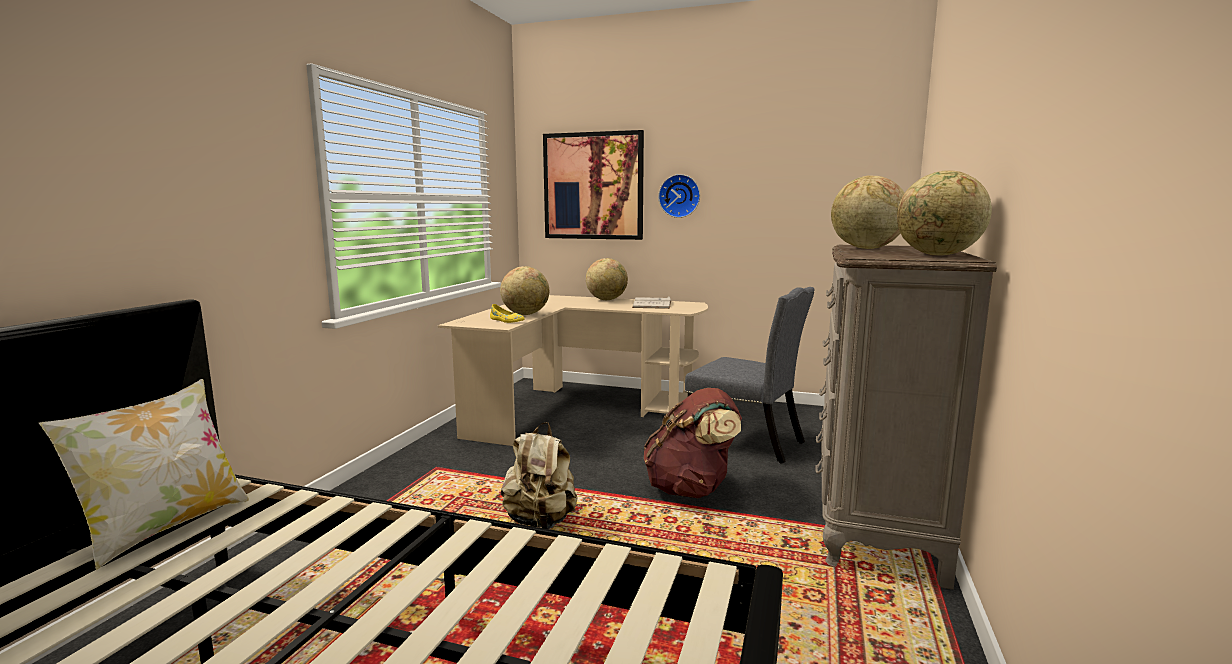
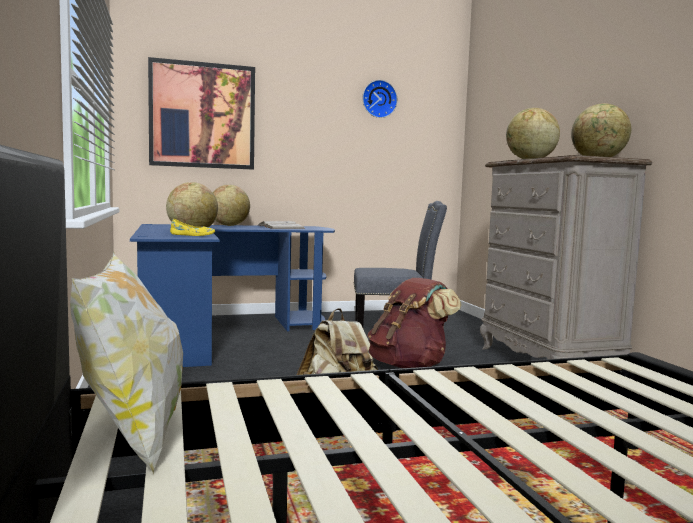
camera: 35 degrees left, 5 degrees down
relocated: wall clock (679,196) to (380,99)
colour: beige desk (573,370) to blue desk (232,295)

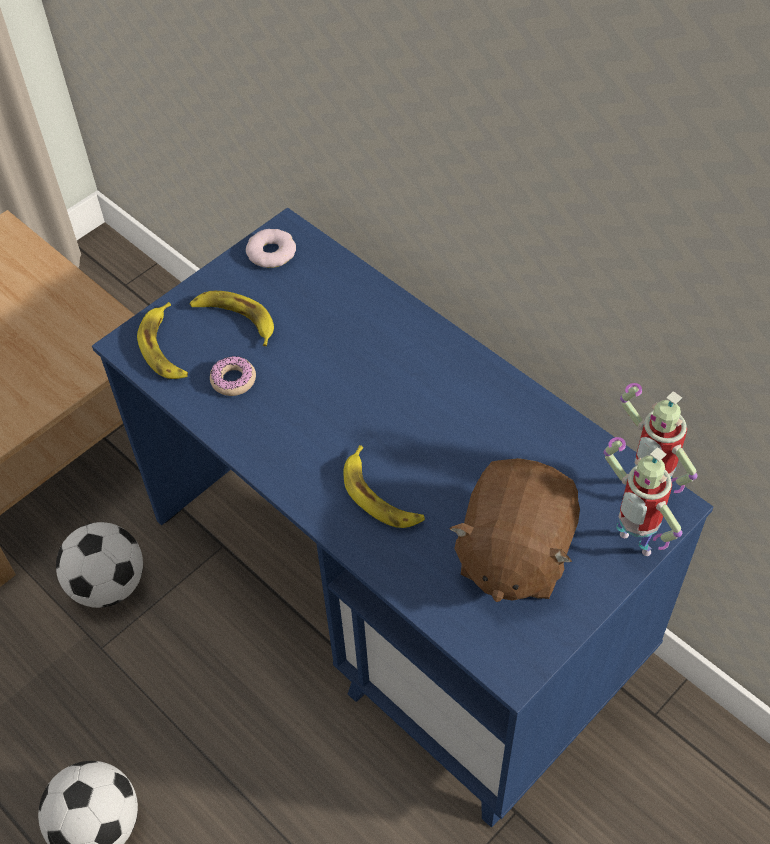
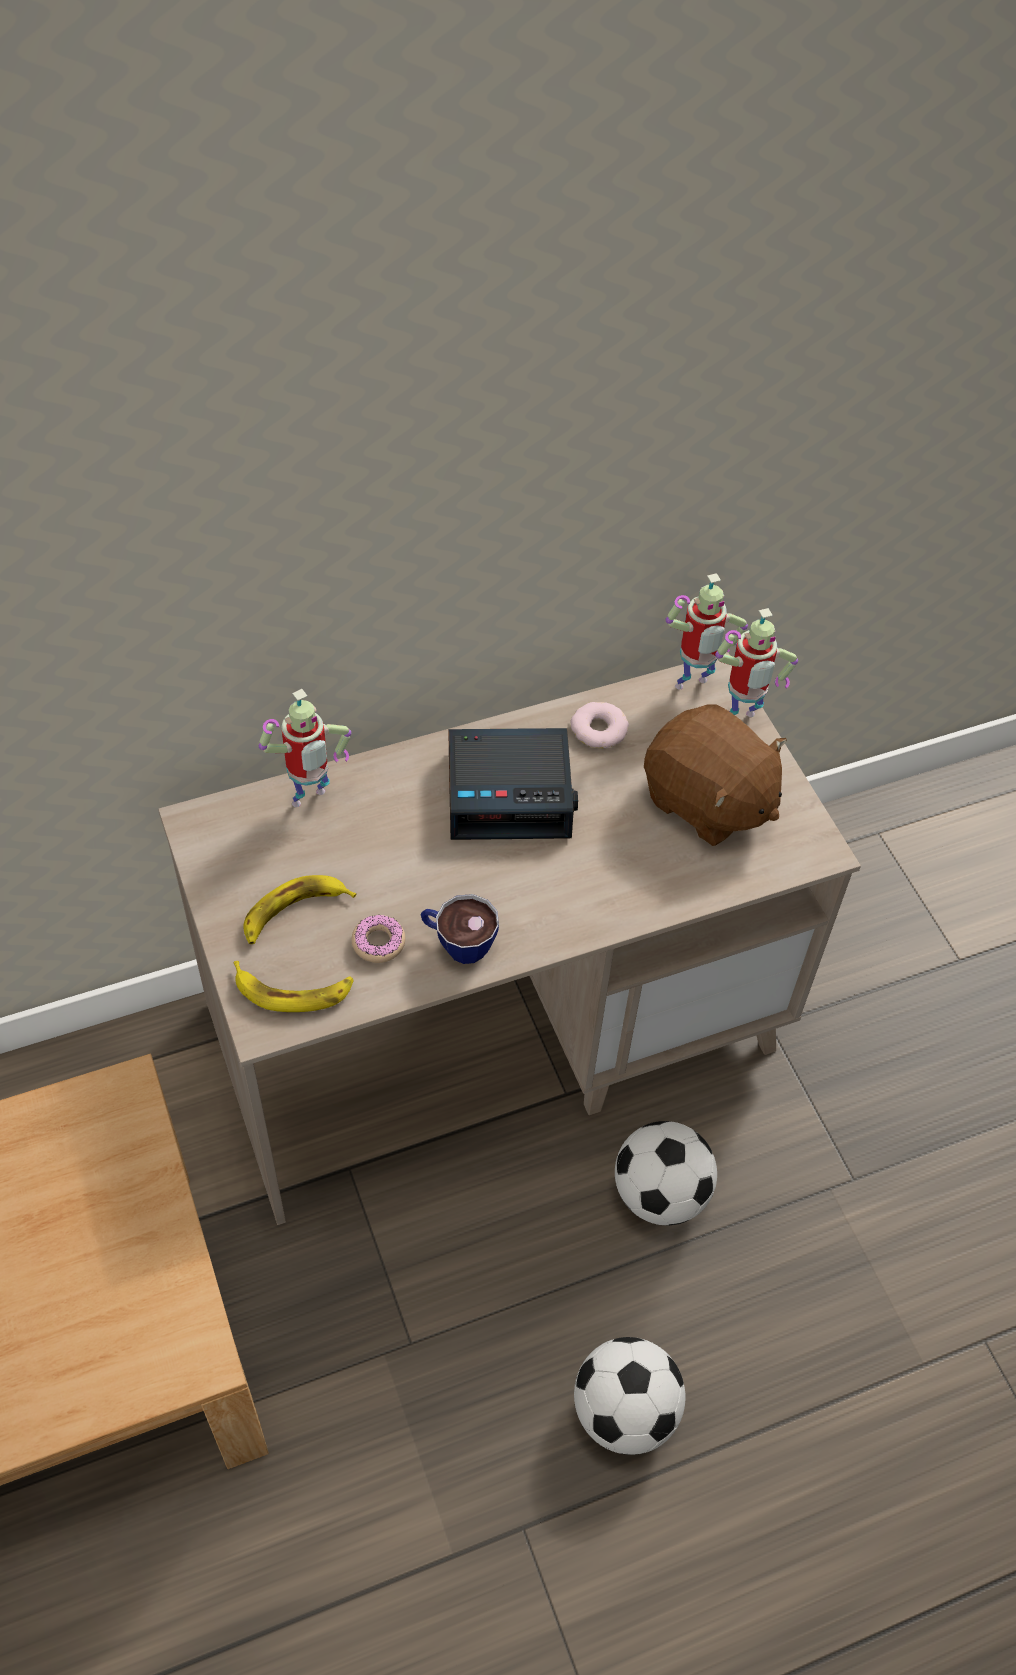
camera: 70 degrees left, 0 degrees up
missing: banana (384,486)
appeared: toy robot (305,748); cup (460,929); alarm clock (513,784)
relocated: football (99,565) to (666,1173); donut (271,248) to (599,725)
colour: blue desk (402,517) to beige desk (509,938)

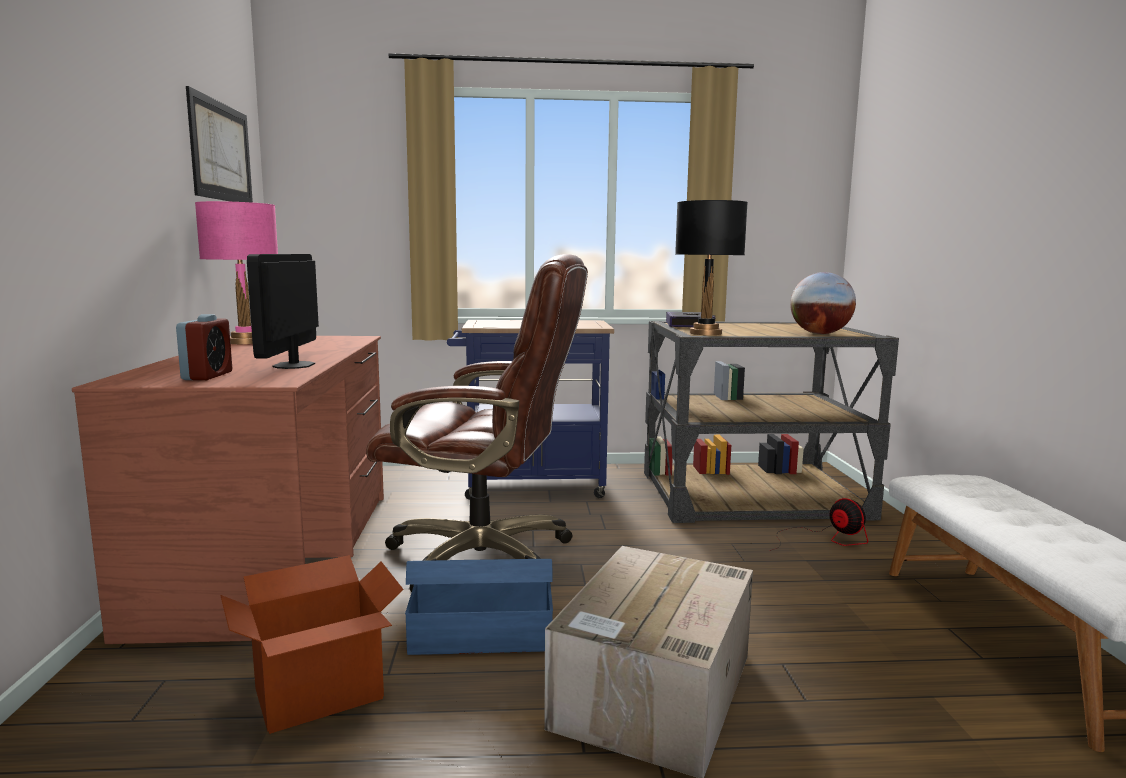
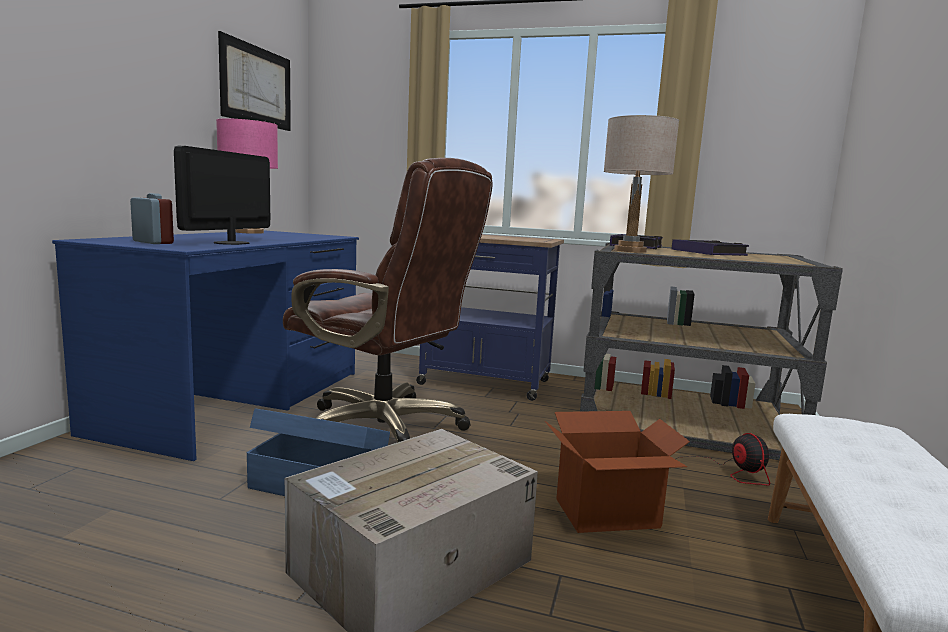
camera: 20 degrees right, 0 degrees up
missing: globe (823,303)
appeared: book (710,247)
relocated: cardboard box (312,644) to (617,472)
colour: brown desk (228,490) to blue desk (205,345); black table lamp (711,267) to beige table lamp (641,184)
spun: alarm clock (204,347) = (152,218) 75 degrees counterclockwise

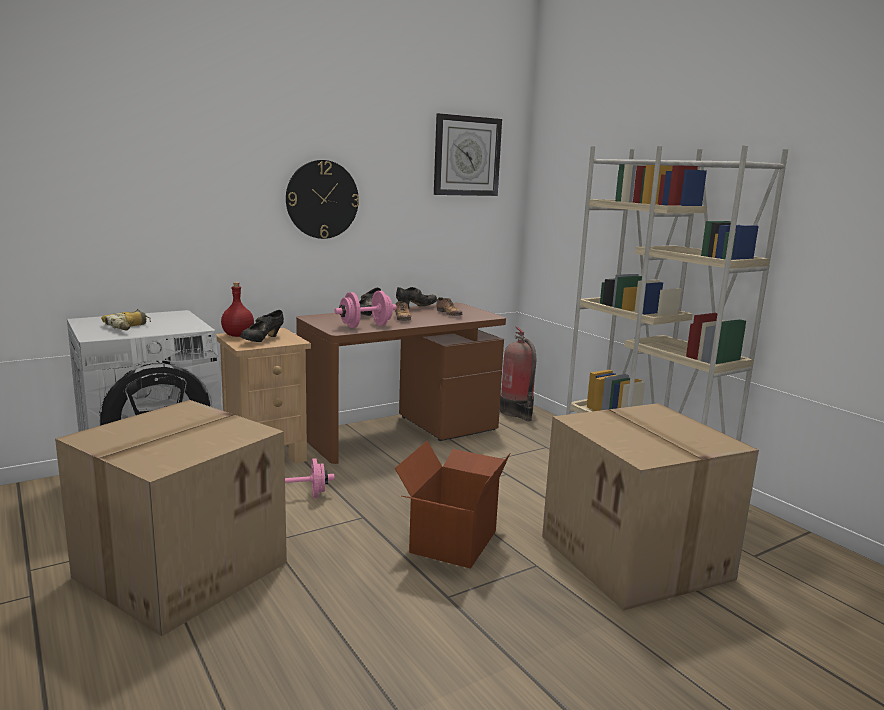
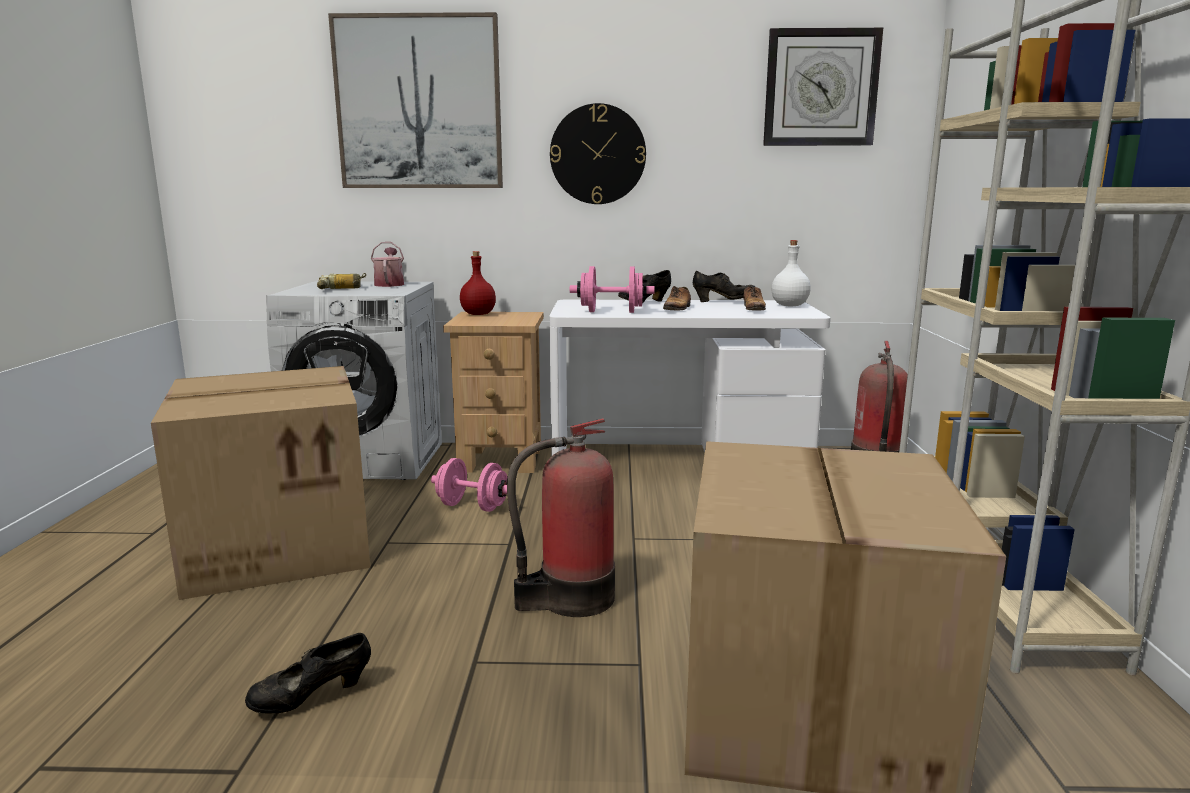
camera: 35 degrees right, 0 degrees up
appeared: picture (415,100); watering can (387,264); white bottle (791,273)
relocated: black shoe (262,326) to (308,673)
exchanged: cardboard box (452,504) to fire extinguisher (561,517)
colour: brown desk (401,383) to white desk (690,377)

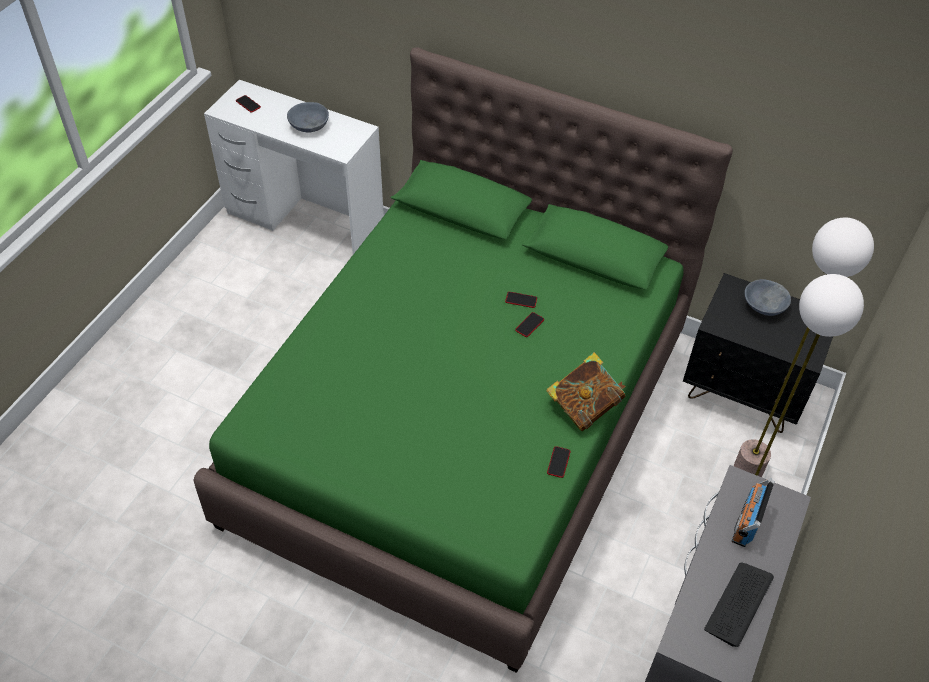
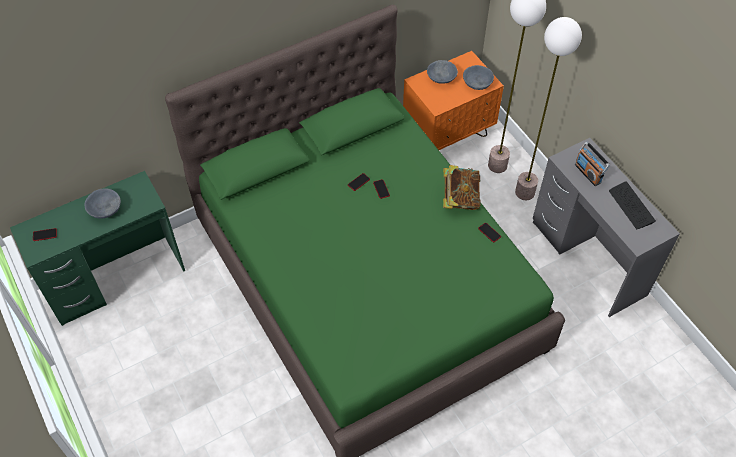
camera: 55 degrees left, 5 degrees up
appeared: grey bowl (478,77)
colour: white desk (294,166) to green desk (97,248); black nightstand (758,353) to orange nightstand (453,100)

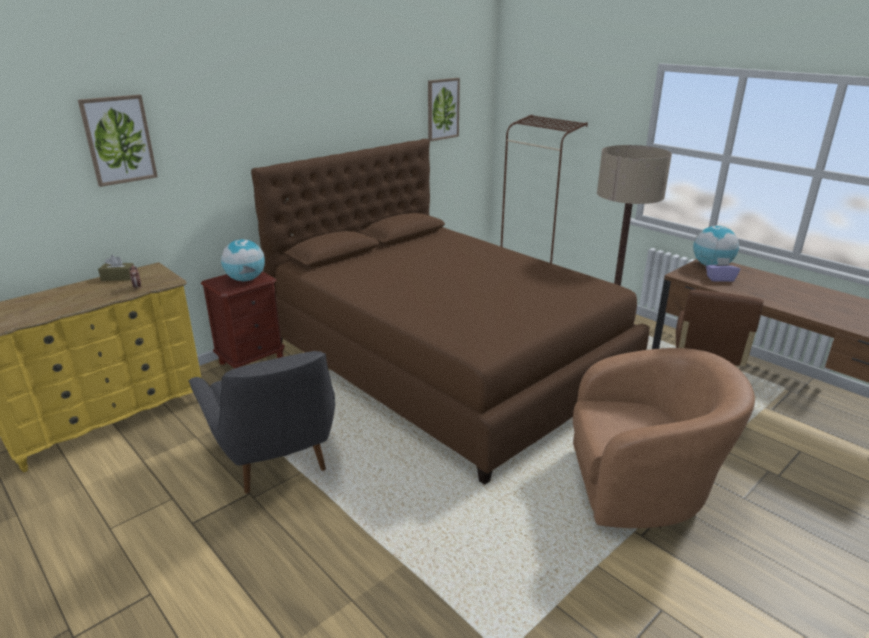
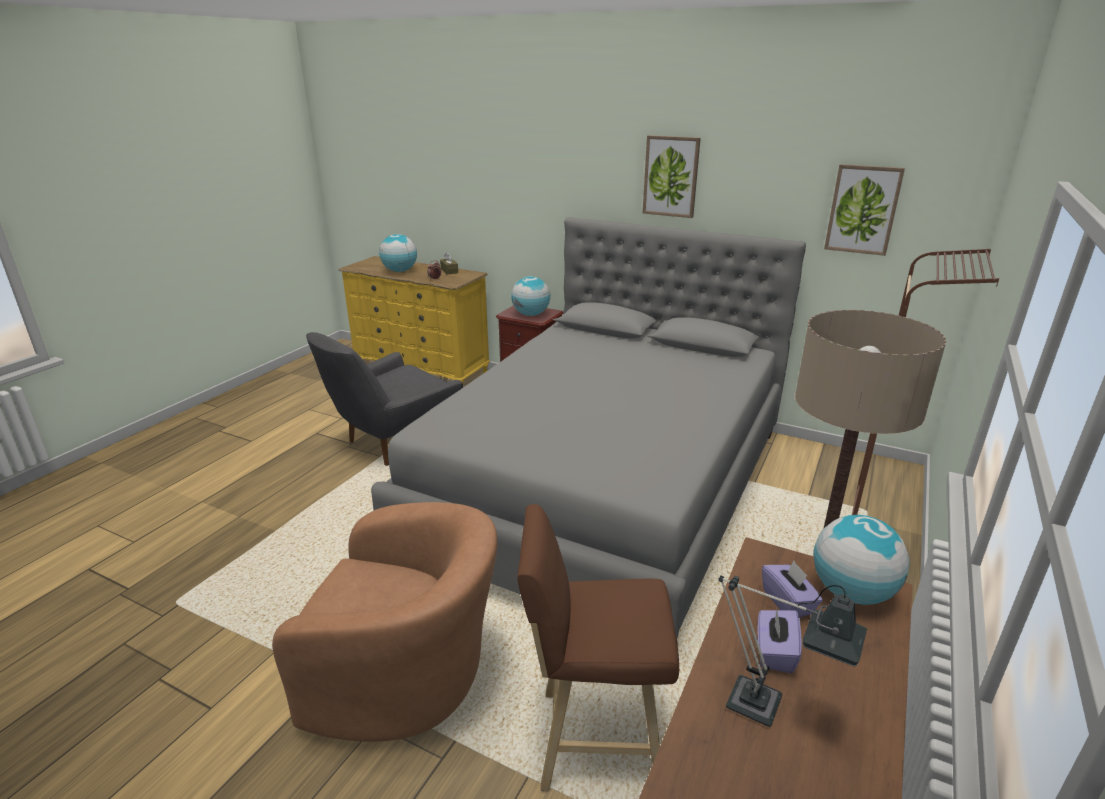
camera: 70 degrees right, 0 degrees up
appeared: globe (398,253); table lamp (792,651); purple tissue box (780,640)
relocated: picture (118,141) to (672,176)
colour: brown bed (450,312) to grey bed (588,427)
spun: brown armchair (664,438) = (384,622) 60 degrees counterclockwise

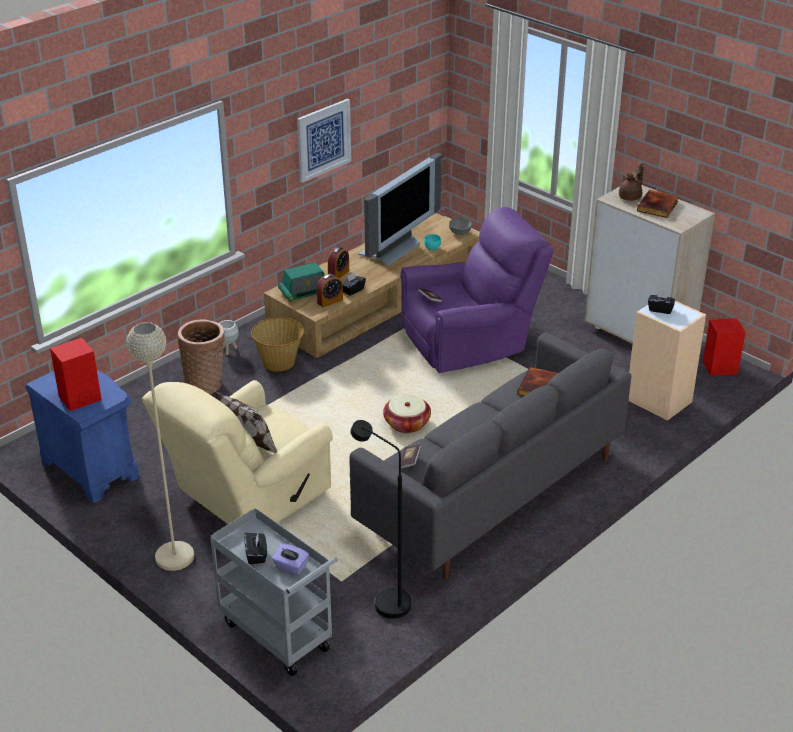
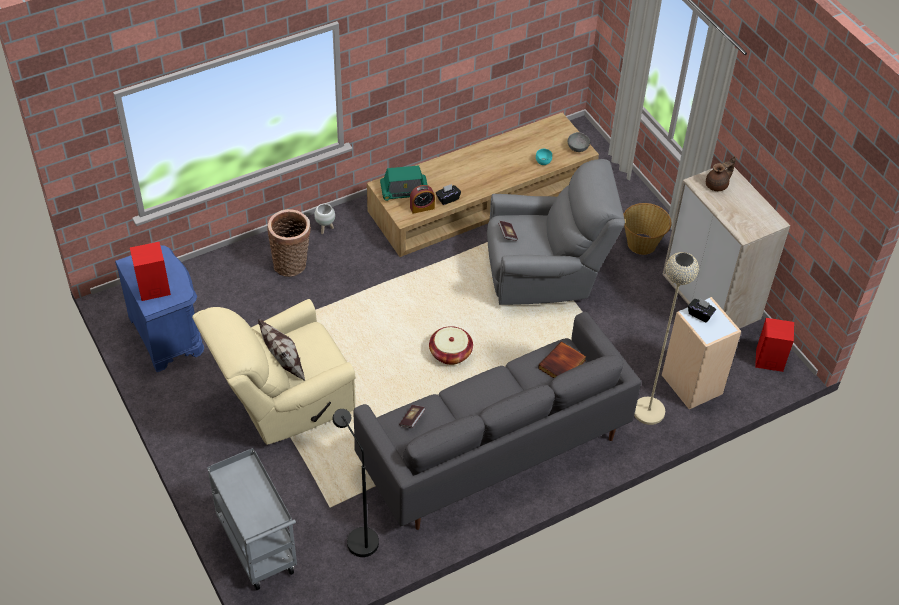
camera: 15 degrees right, 15 degrees up
missing: black tissue box (255,548); purple tissue box (290,559); picture (324,141); alarm clock (338,263); television (400,209); book (658,204)
relocated: beige floor lamp (160,446) to (666,338); basket (277,344) to (647,229)
colour: purple armchair (476,290) to grey armchair (556,232)

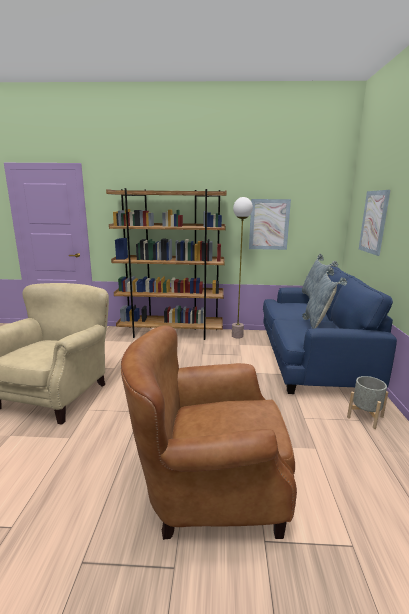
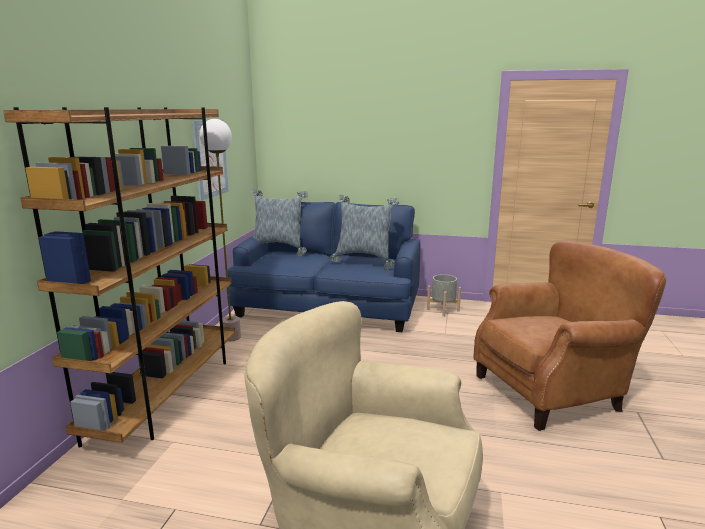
camera: 80 degrees left, 0 degrees up
missing: picture (374,223)
spun: brown armchair (209,432) = (570,336) 120 degrees counterclockwise

